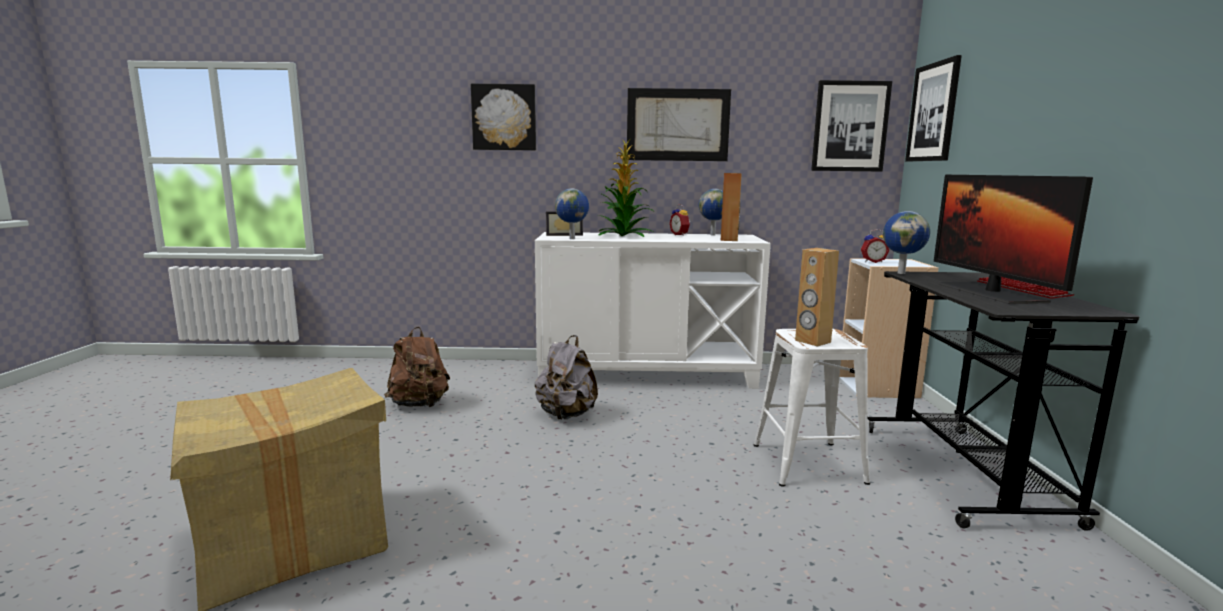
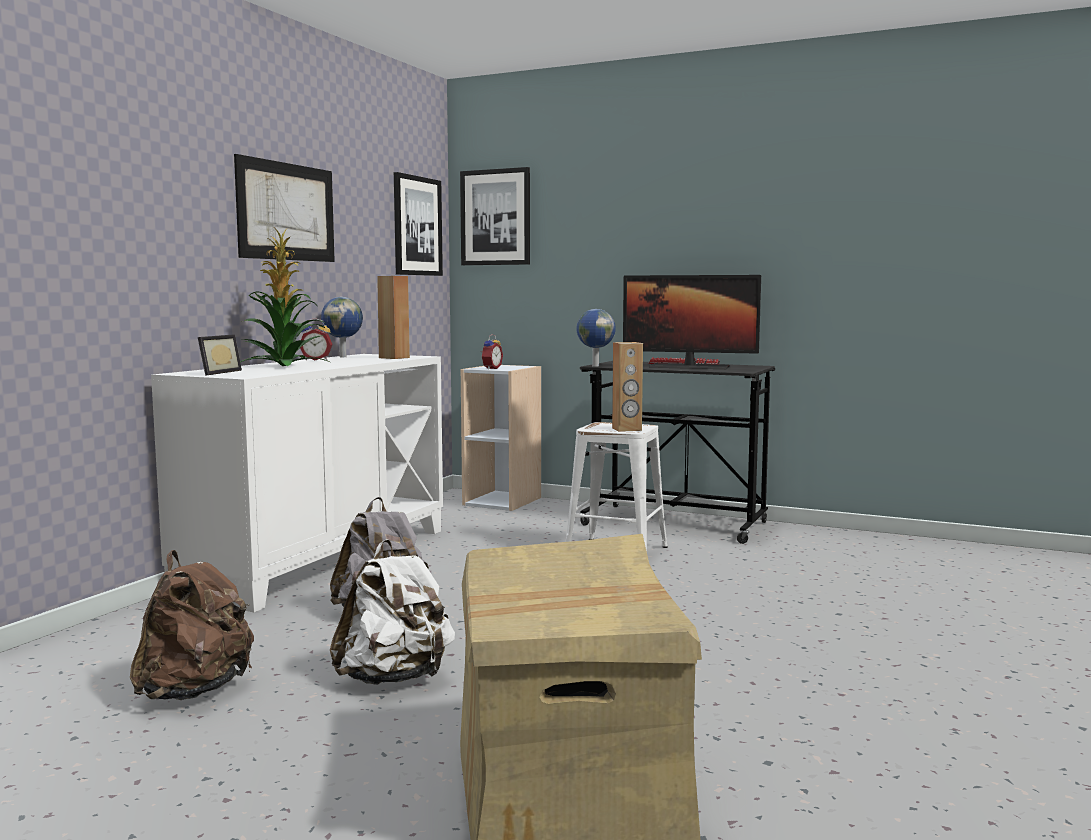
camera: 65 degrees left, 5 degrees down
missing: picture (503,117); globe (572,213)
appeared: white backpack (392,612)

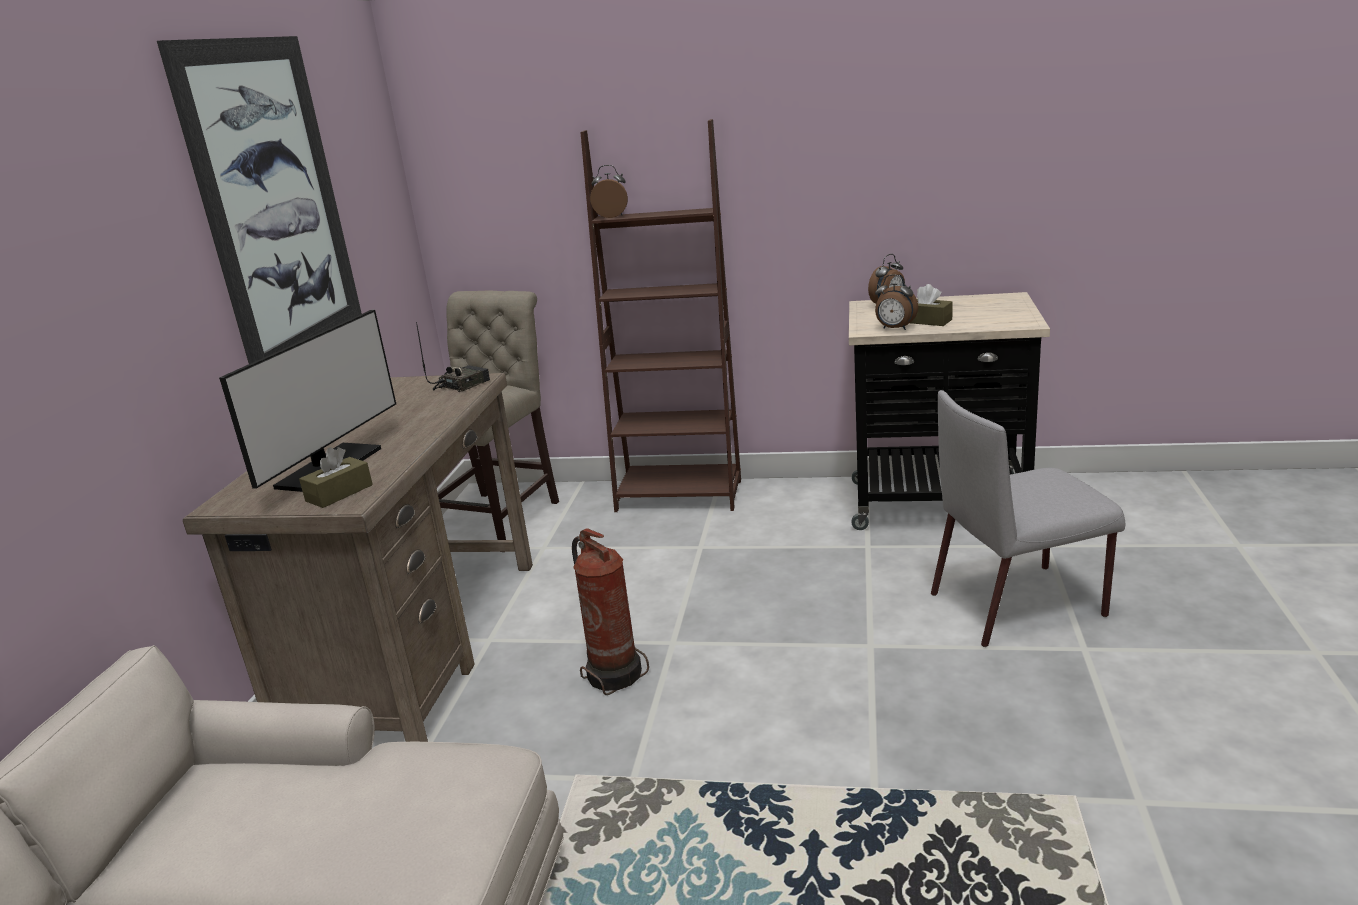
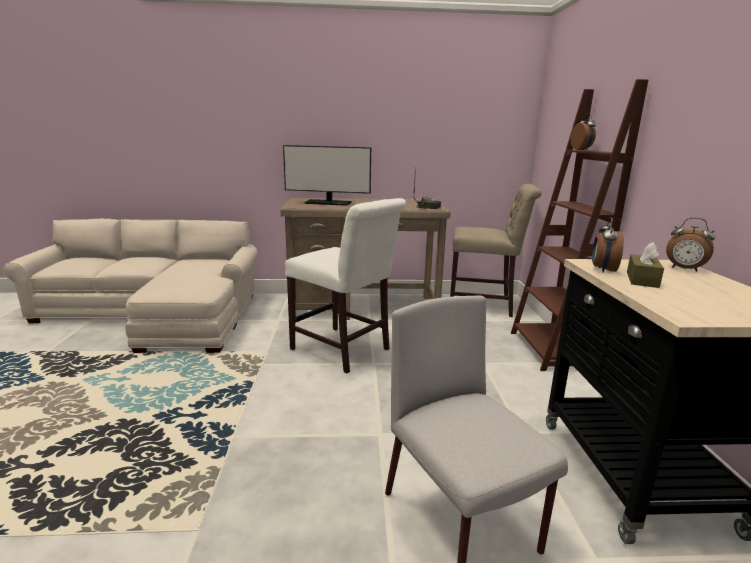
camera: 75 degrees right, 5 degrees down
missing: picture (259,200); brown tissue box (336,477)
exchanged: fire extinguisher (610,611) to white chair (345,285)

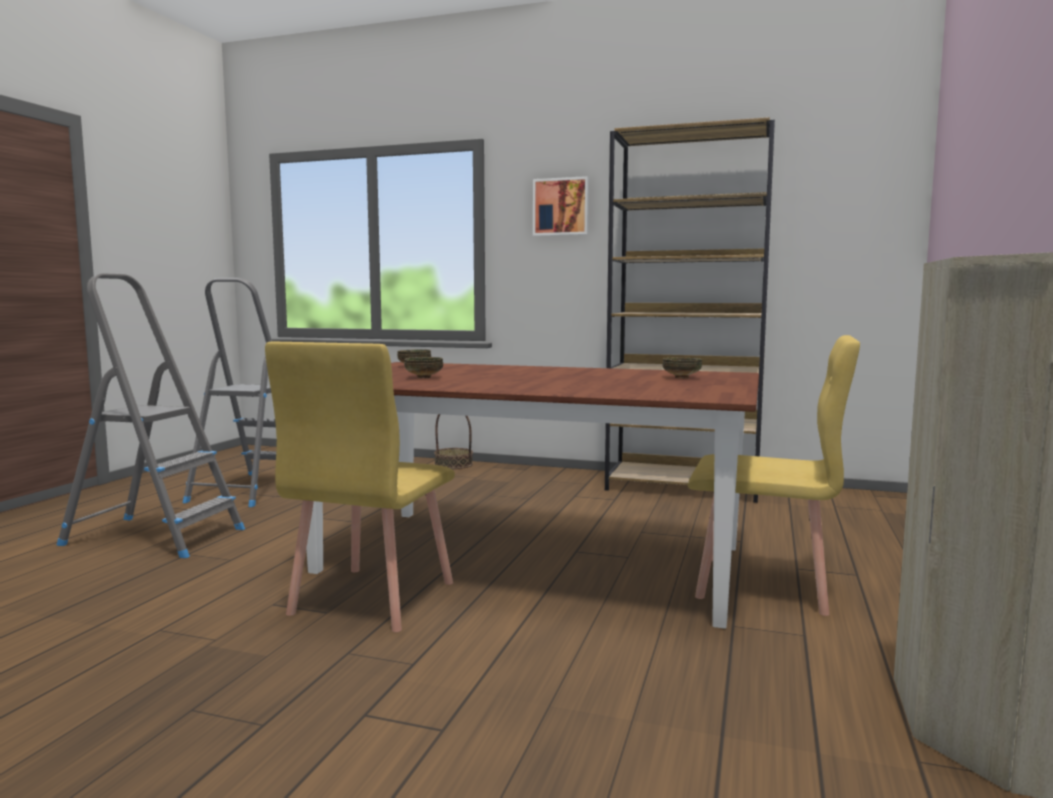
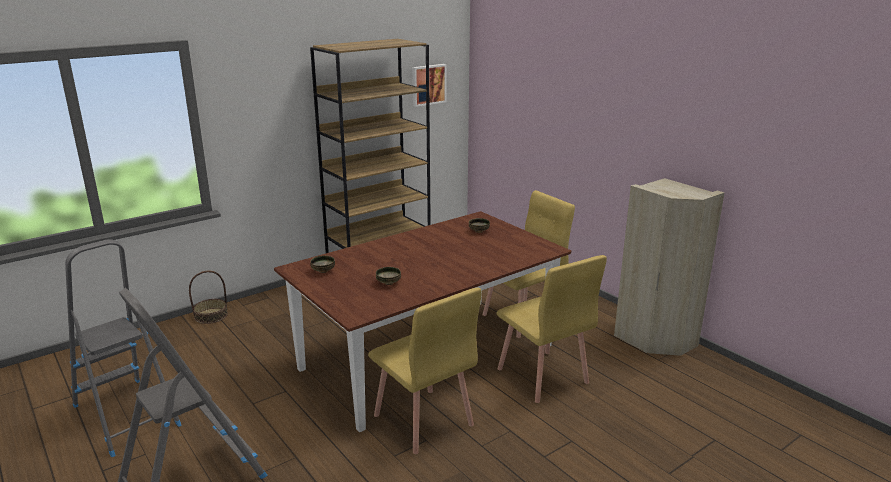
camera: 55 degrees left, 15 degrees up
appeared: yellow chair (552,329)
relocated: picture (561,206) to (429,85)

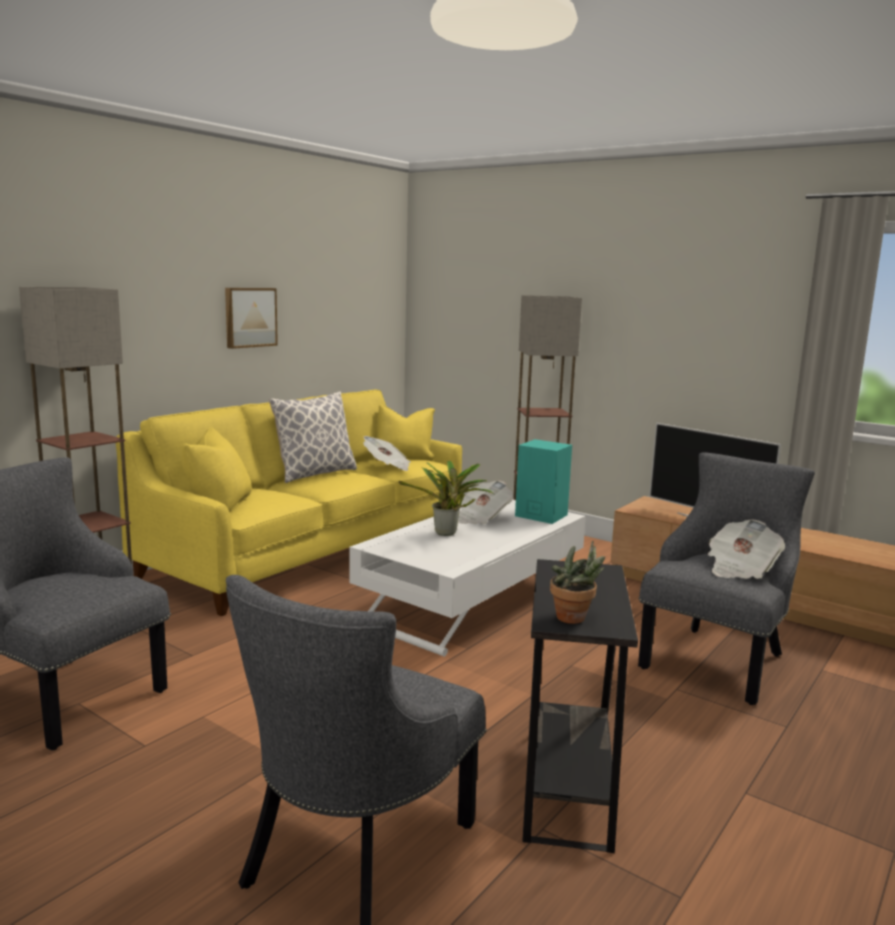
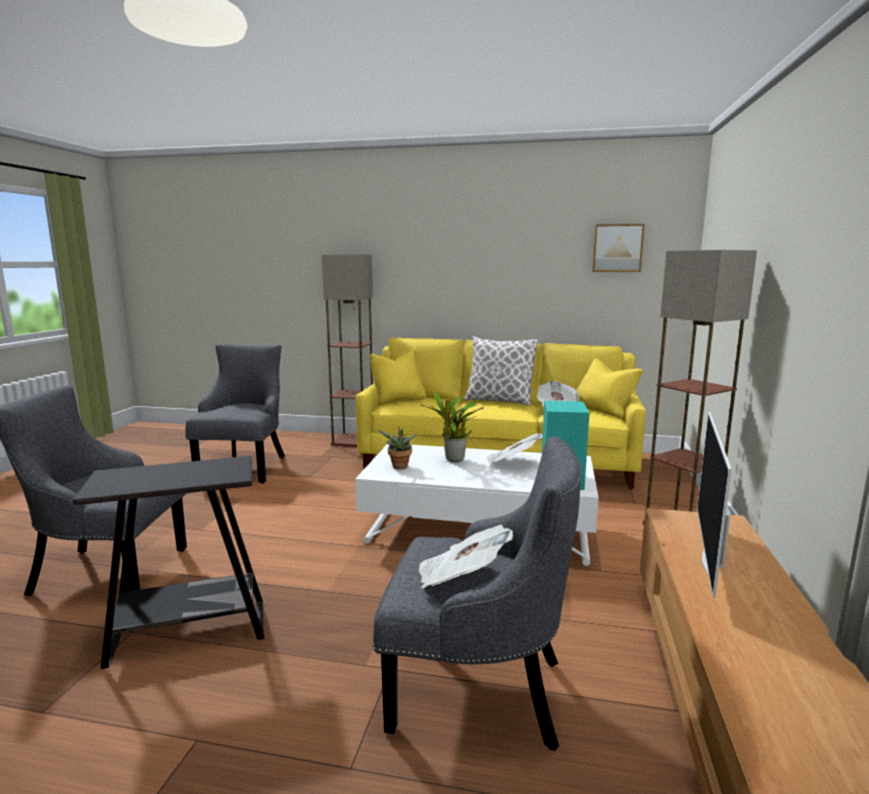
camera: 65 degrees right, 0 degrees up
relocated: picture (251,318) to (618,248); potted plant (577,582) to (397,448)

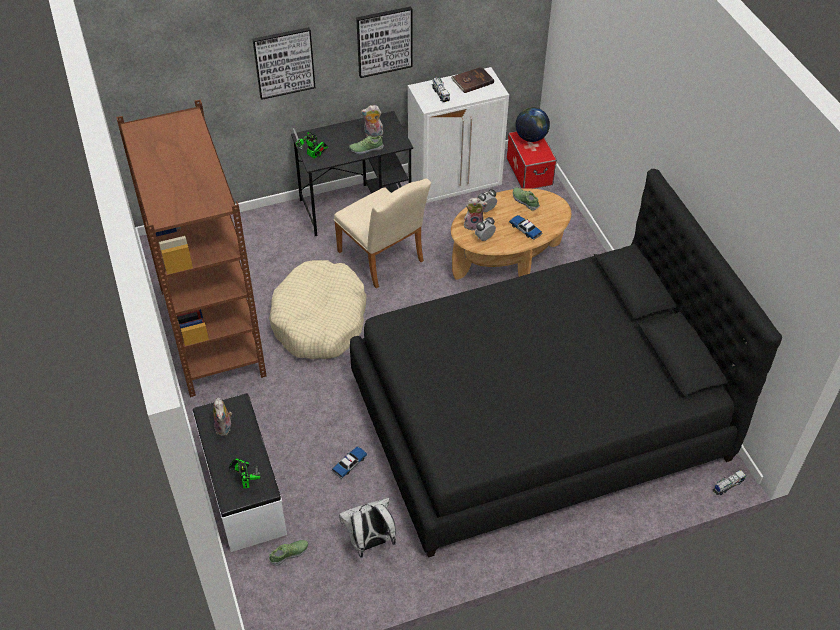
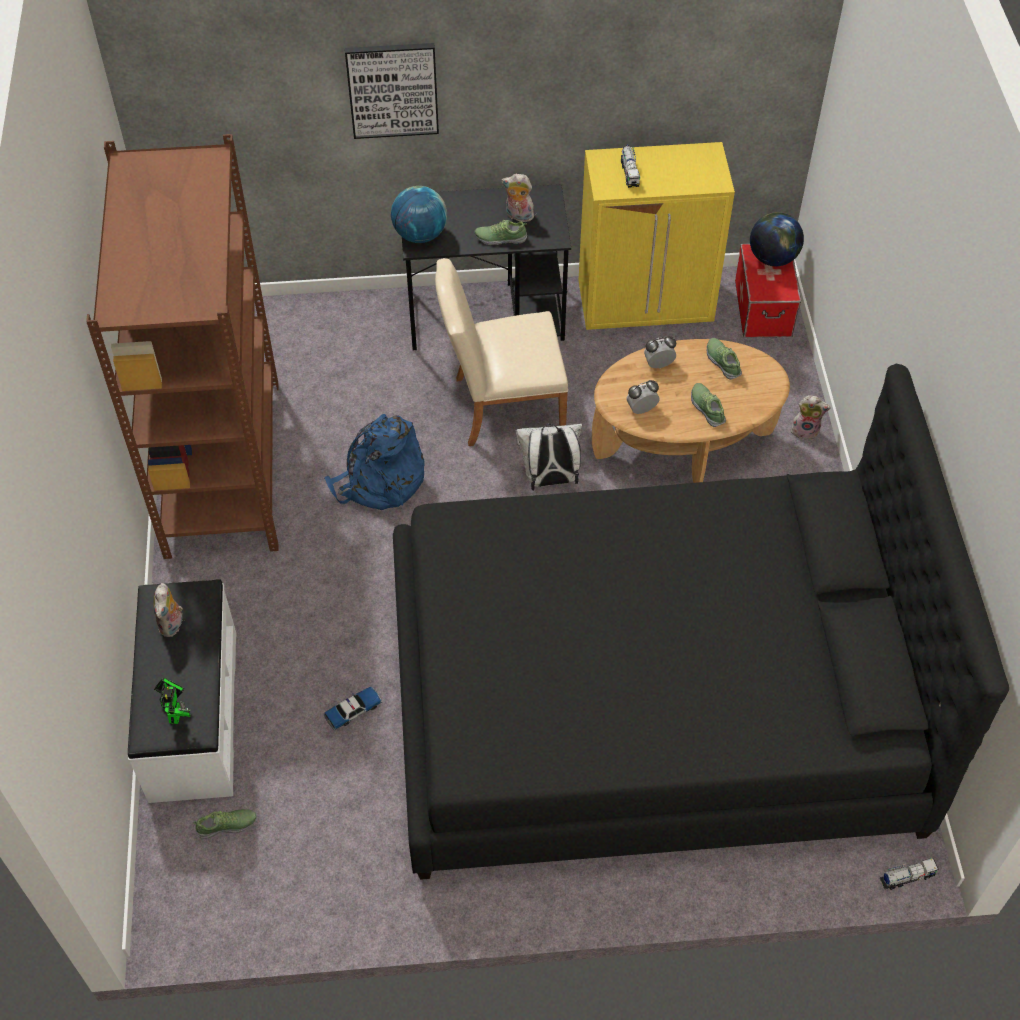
camera: 15 degrees right, 5 degrees up
missing: picture (384,42); brown book (472,80)
relocated: white backpack (367,528) to (548,457); plush toy (476,214) to (811,417)
exchanged: beige dog bed (318,309) to blue backpack (374,462); toy robot (310,143) to globe (419,214); toy car (525,227) to shoe (708,405)
colour: white cabinet (458,135) to yellow cabinet (656,236)
spun: beige chair (382,233) = (501,352) 105 degrees clockwise

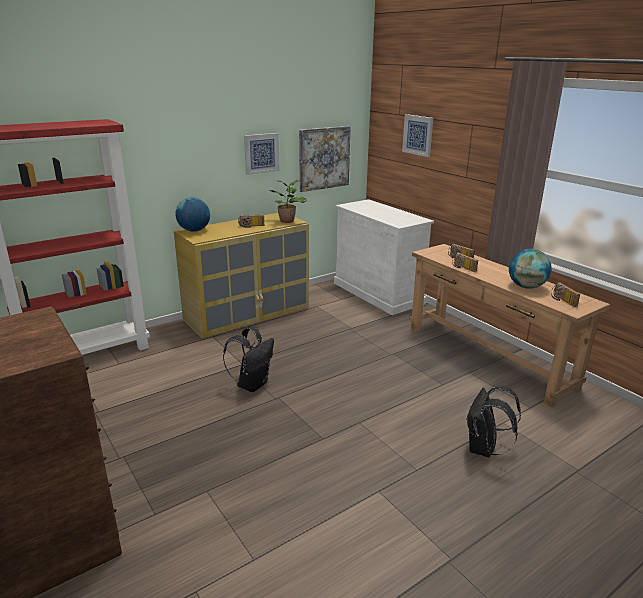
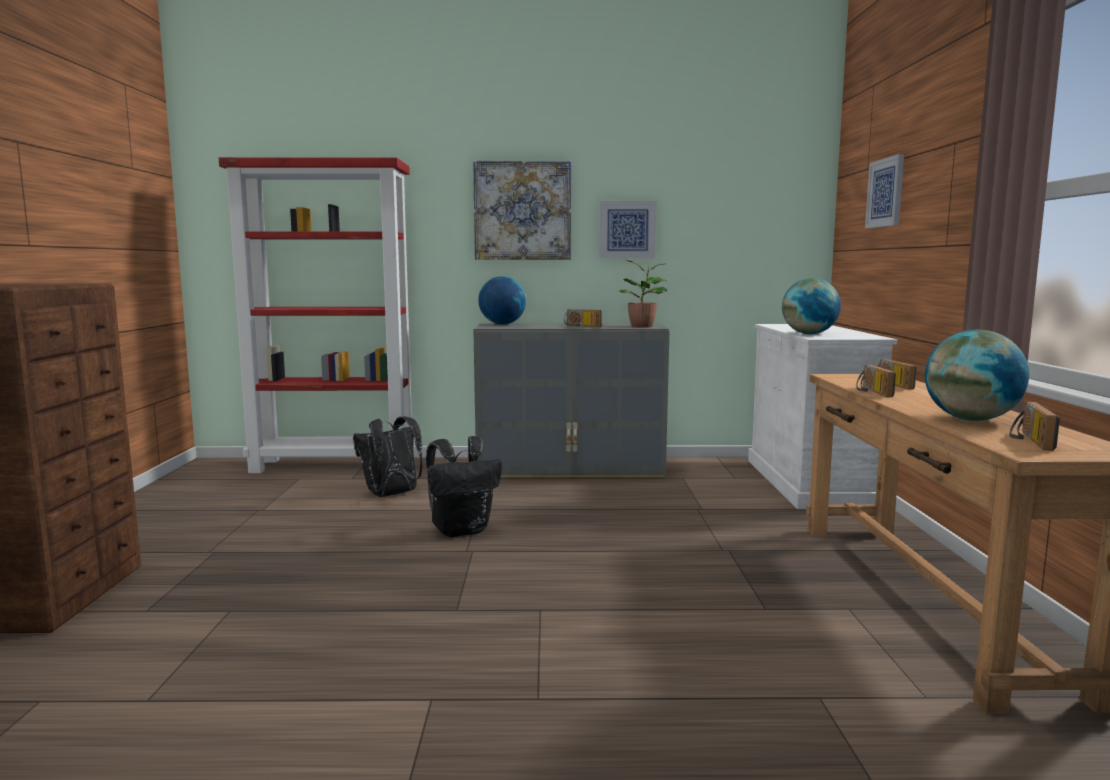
camera: 35 degrees right, 15 degrees down
appeared: globe (811,306)
relocated: picture (325,159) to (522,210); black backpack (493,422) to (388,456)
colour: yellow cabinet (241,275) to grey cabinet (571,400)

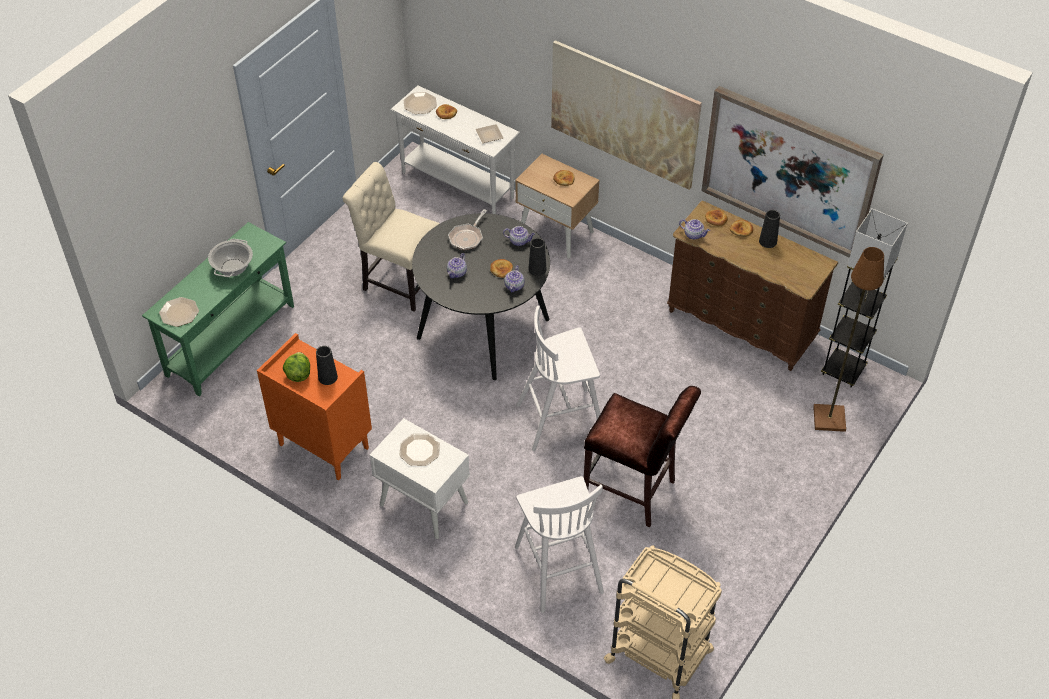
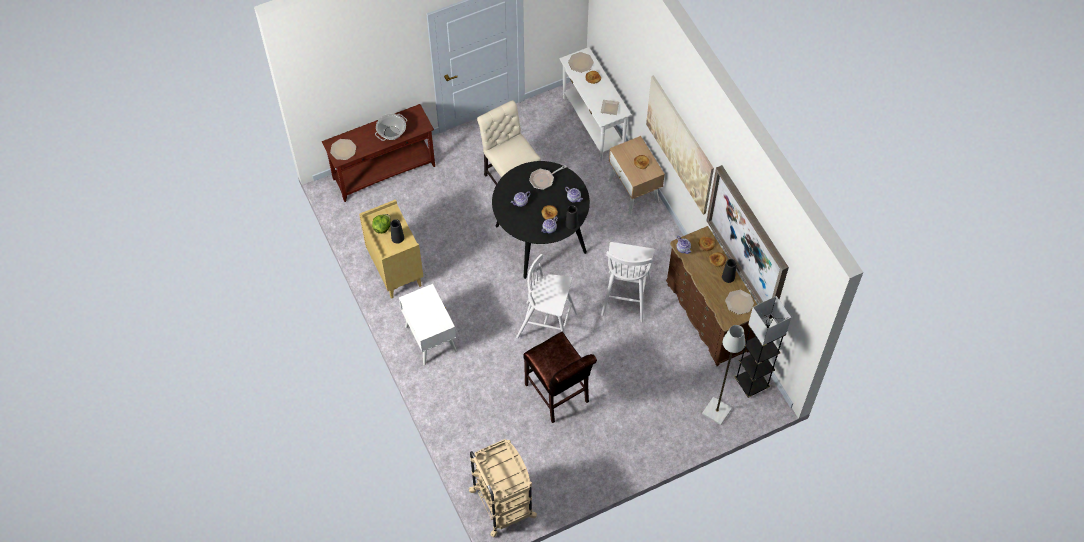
camera: 30 degrees right, 10 degrees up
relocated: plate (420,450) to (739,302); white stool (559,544) to (628,282)
colour: green console table (218,309) to brown console table (378,153); orange cabinet (314,406) to beige cabinet (391,248); brown floor lamp (848,339) to grey floor lamp (723,375)

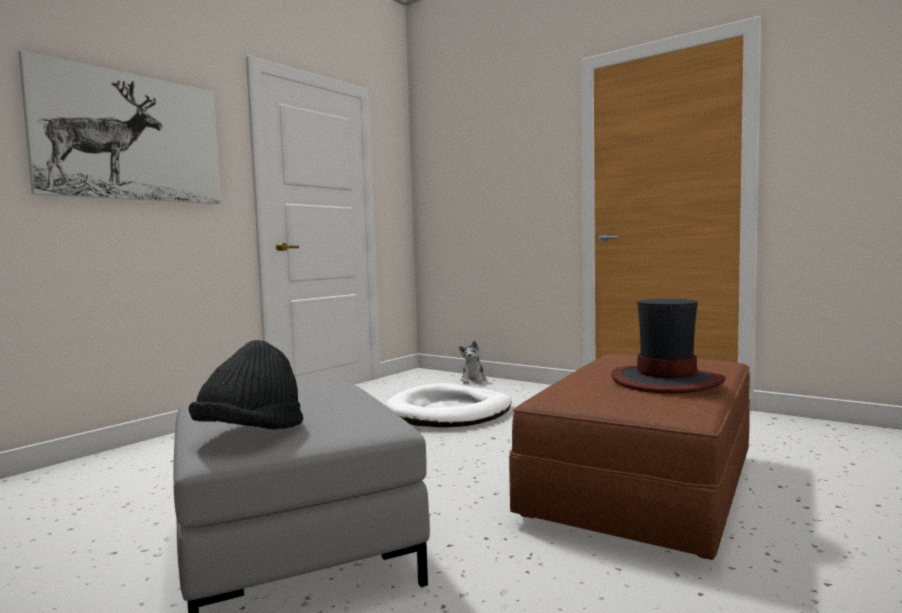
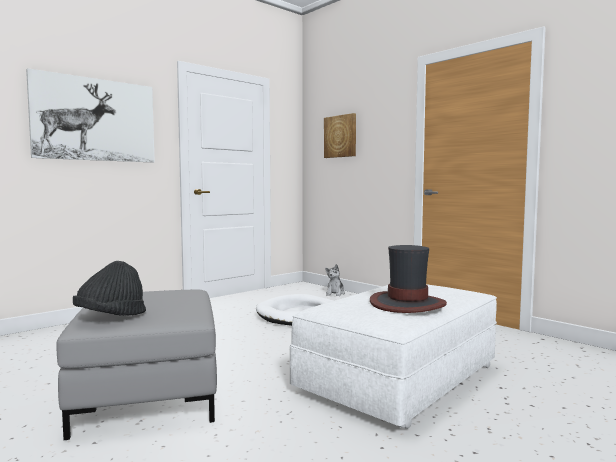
camera: 10 degrees right, 0 degrees up
appeared: picture (340,135)
colour: brown ottoman (629,457) to white ottoman (393,356)

